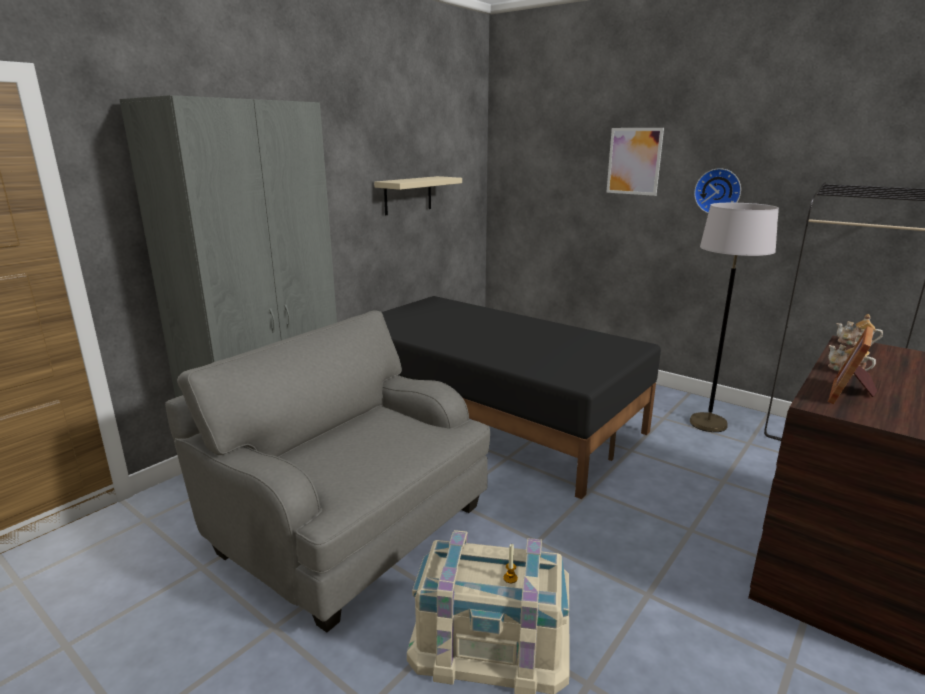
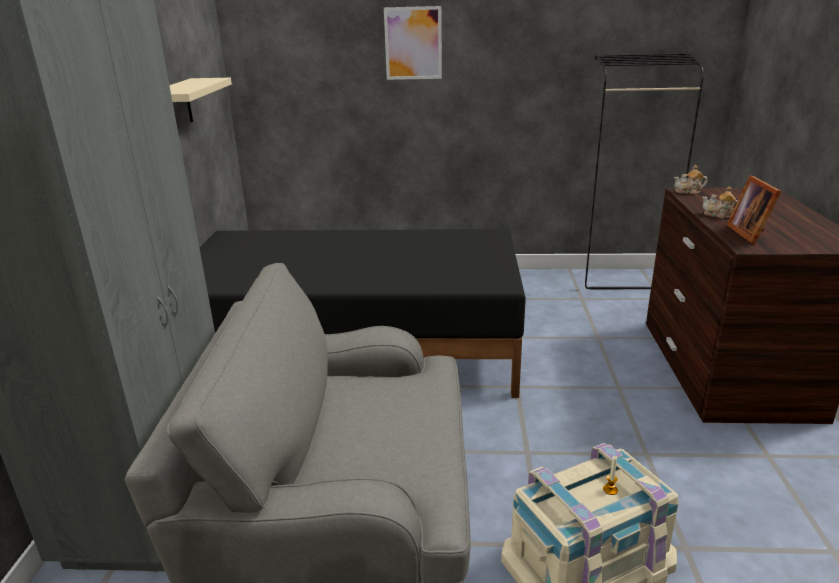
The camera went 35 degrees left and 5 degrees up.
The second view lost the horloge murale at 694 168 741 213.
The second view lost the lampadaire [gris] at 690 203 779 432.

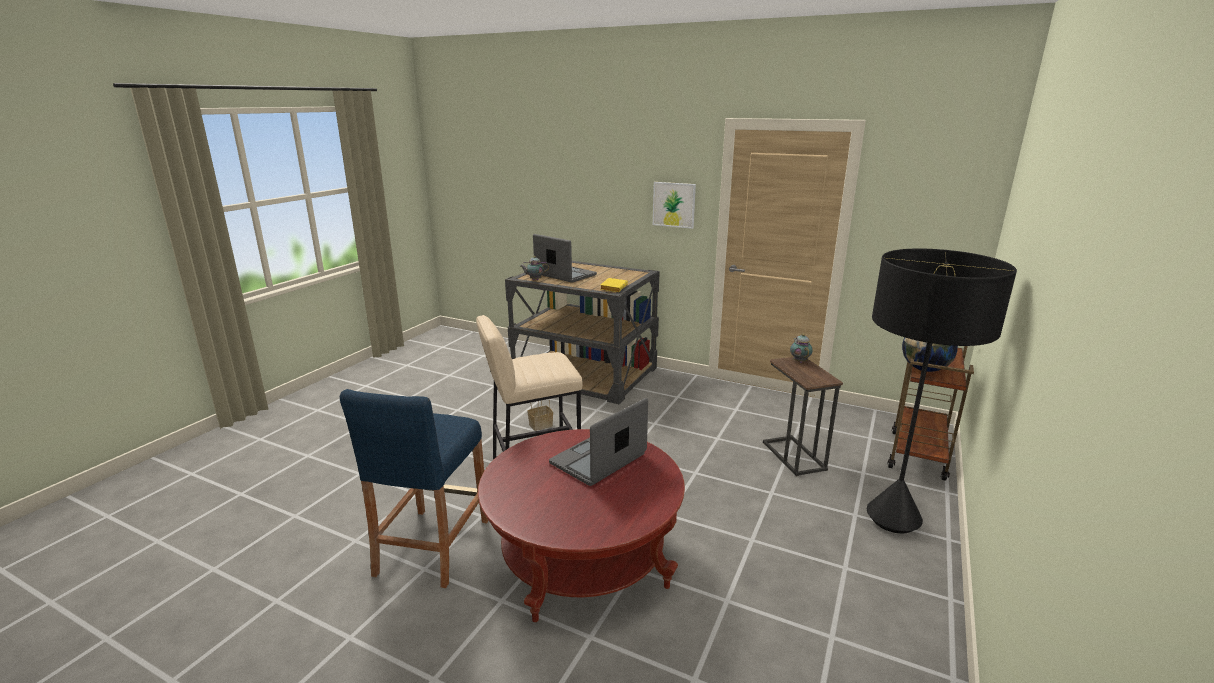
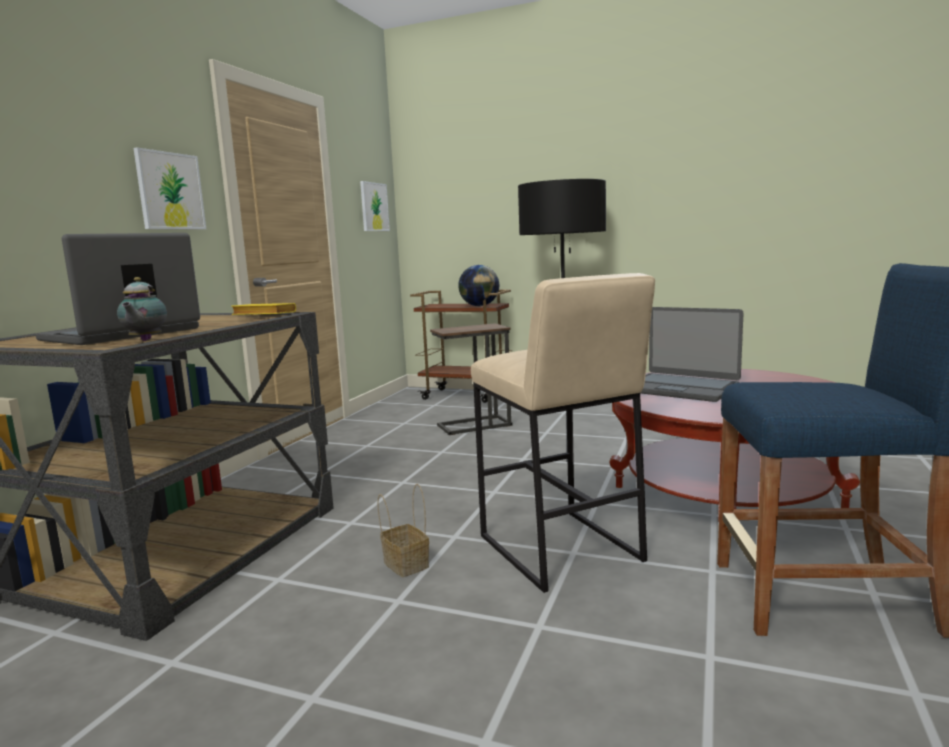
The camera went 95 degrees left and 10 degrees down.
The second view lost the théière at 790 334 813 363.
The second view gained the tableau at 360 181 390 231.

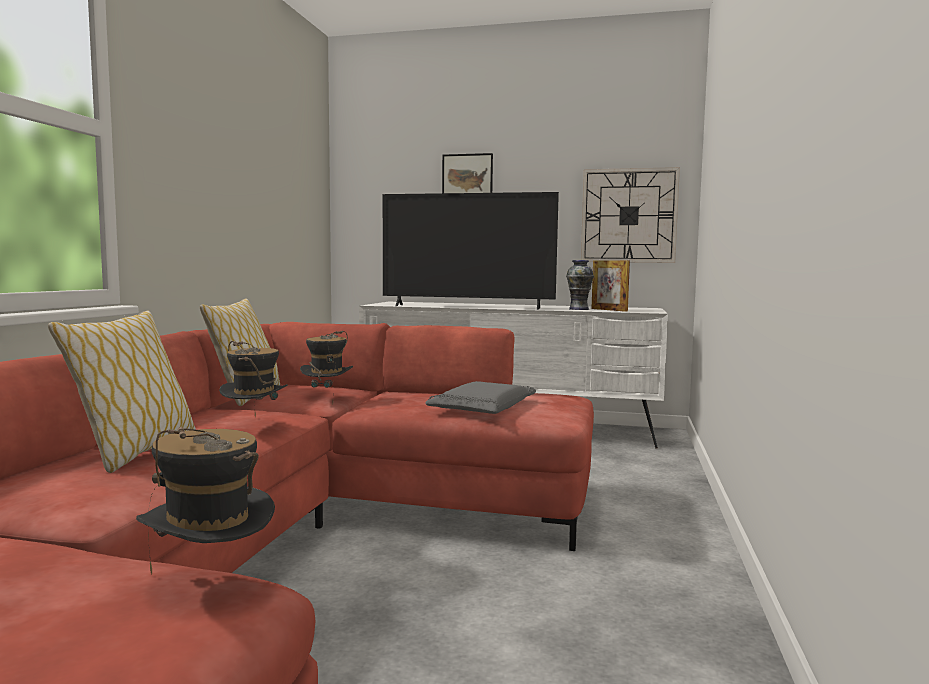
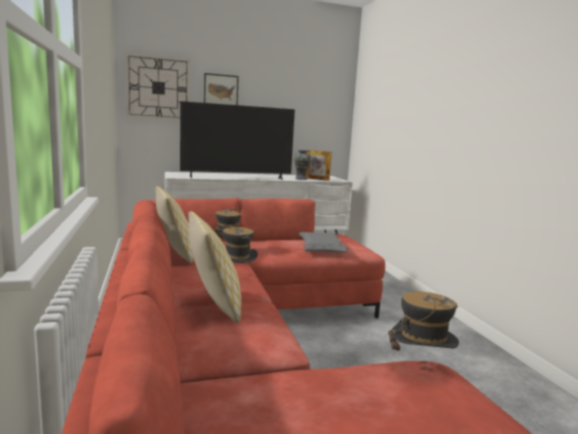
The camera went 30 degrees left and 5 degrees up.
The horloge murale ended up elsewhere, having gone from 581 167 680 263 to 126 53 190 120.

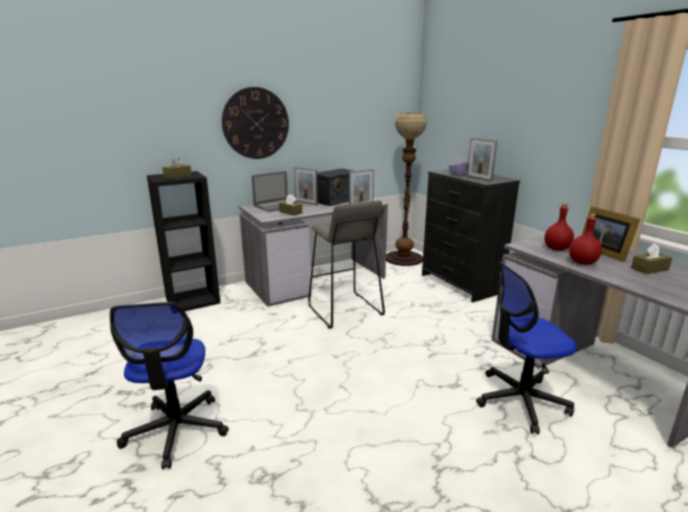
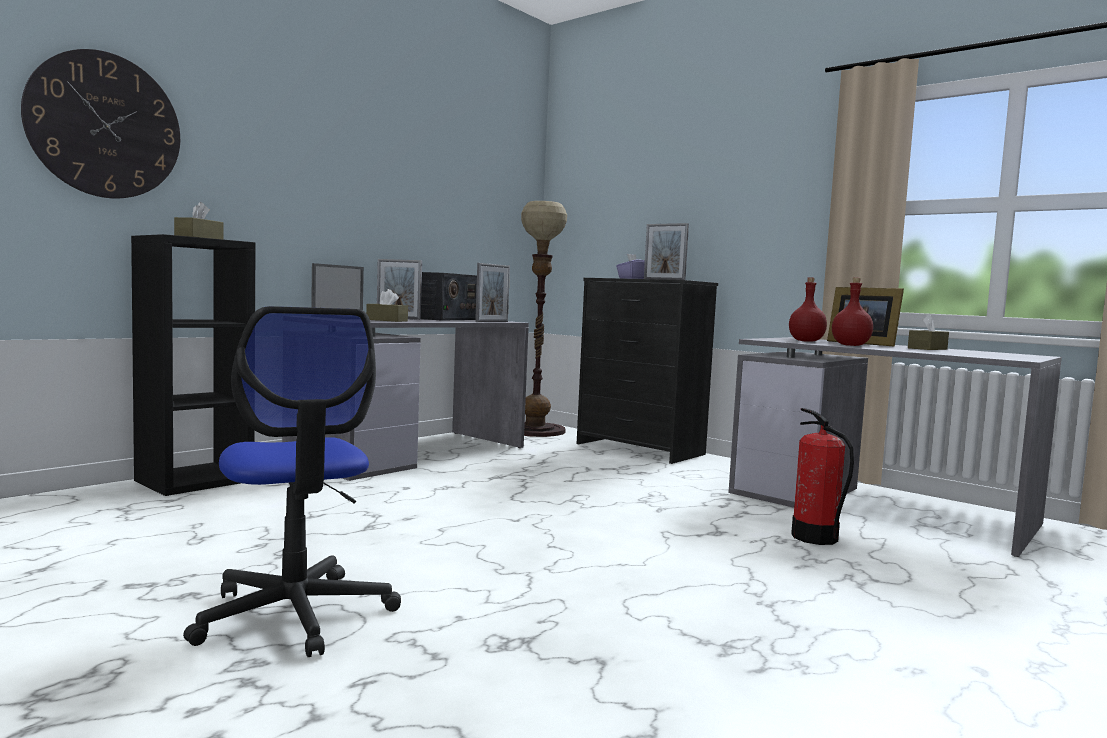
The camera went 20 degrees left and 15 degrees down.
The horloge murale ended up elsewhere, having gone from 222 87 289 159 to 21 49 180 199.
The second view lost the tabouret [gris] at 308 201 385 329.
Where the chaise de bureau stood at 476 261 577 434, the extincteur came to stand at 791 408 854 545.

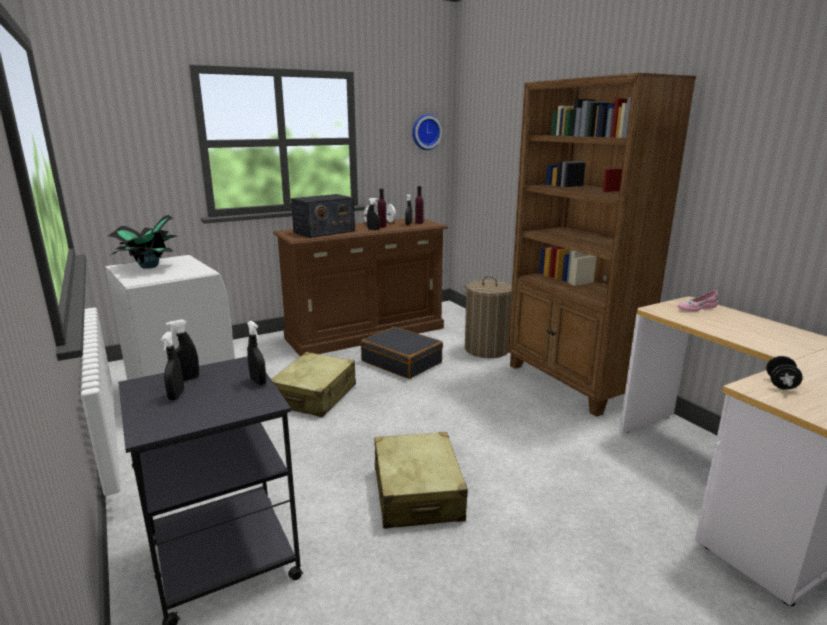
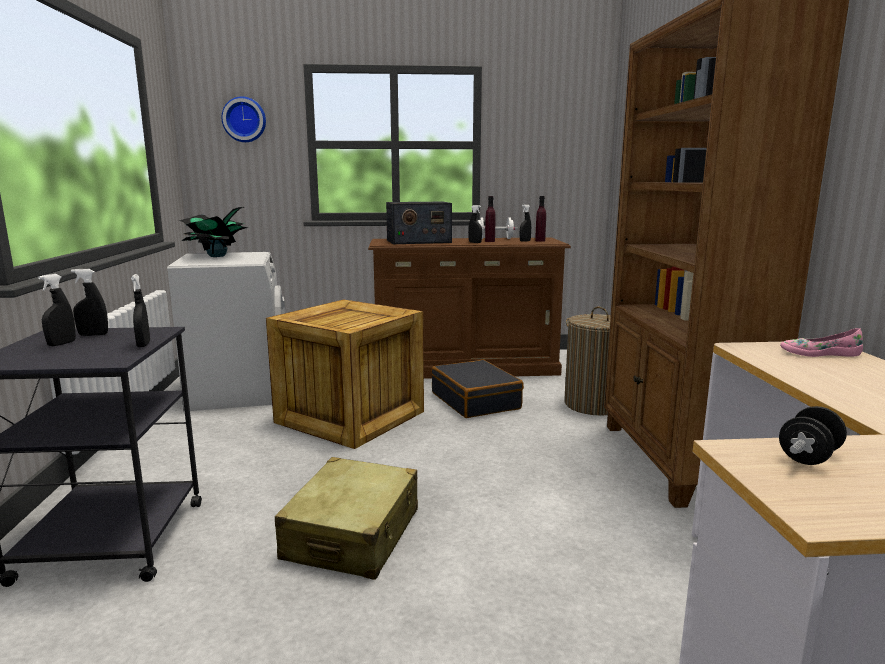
The camera went 25 degrees right and 5 degrees down.
The horloge murale ended up elsewhere, having gone from 412 114 442 150 to 221 96 266 142.
Where the valise [beige] stood at 271 352 356 417, the caisse came to stand at 266 299 424 449.

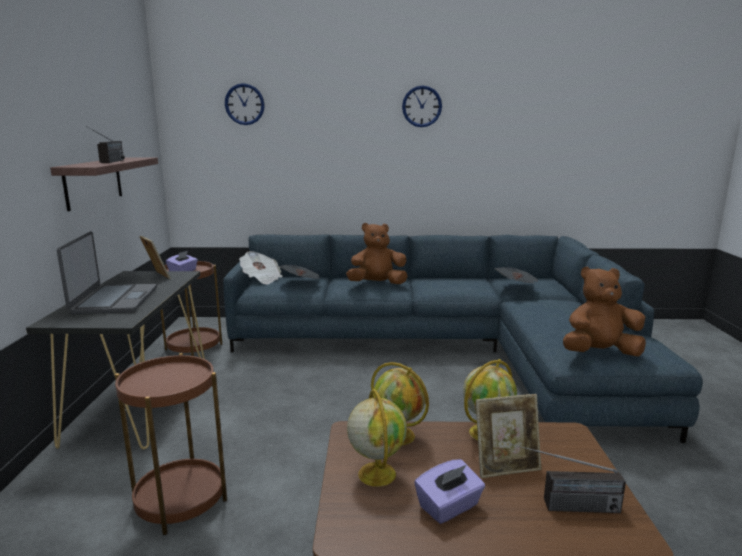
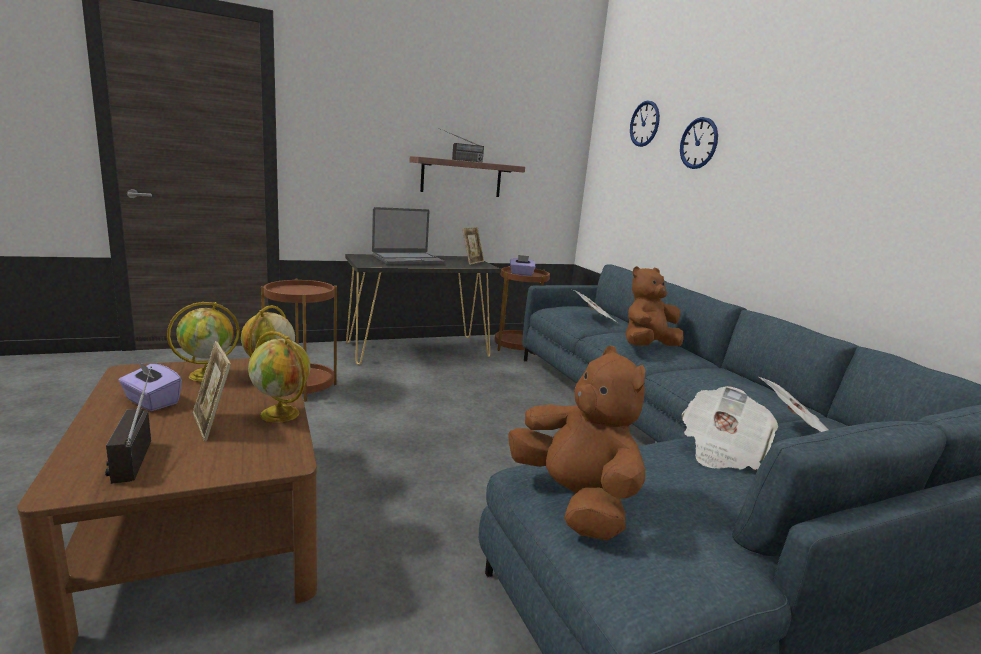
The camera went 65 degrees right and 0 degrees up.
The horloge murale ended up elsewhere, having gone from 402 85 442 127 to 680 117 718 169.
The peluche [marron] at 346 223 408 284 ended up facing another way, 90 degrees counterclockwise from before.
The journal ended up elsewhere, having gone from 239 251 282 284 to 681 386 778 470.

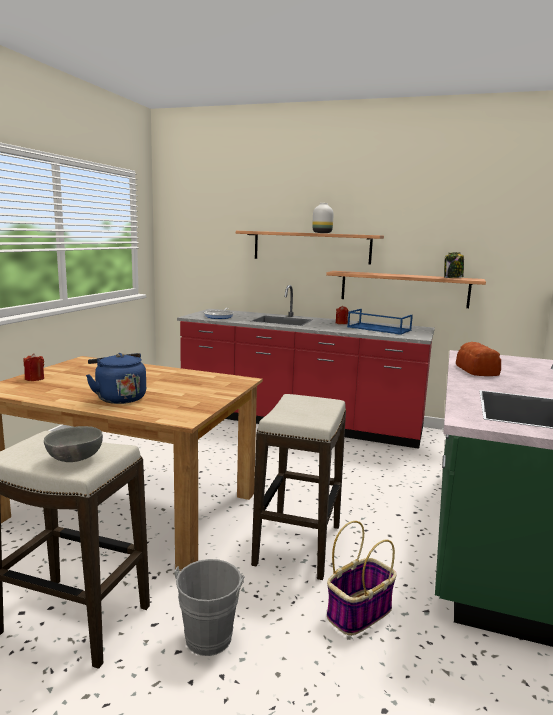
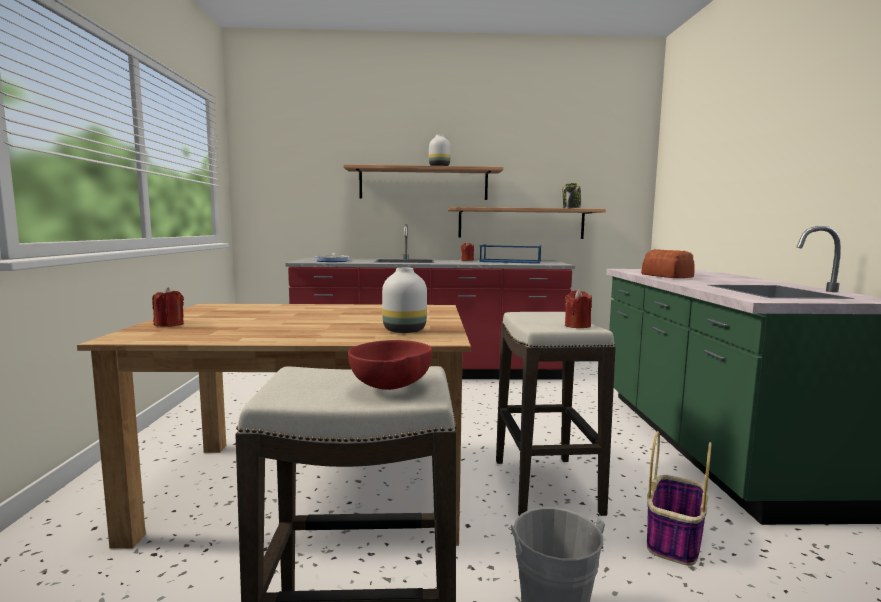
The camera went 20 degrees left and 5 degrees down.
The second view lost the bouilloire [bleu] at 86 353 146 404.
What was the bol [gris] at 44 426 103 462 turned into the bol [rouge] at 348 340 432 390.
The second view gained the vase [blanc] at 382 268 427 333.
The second view gained the bougie [rouge] at 565 289 592 328.

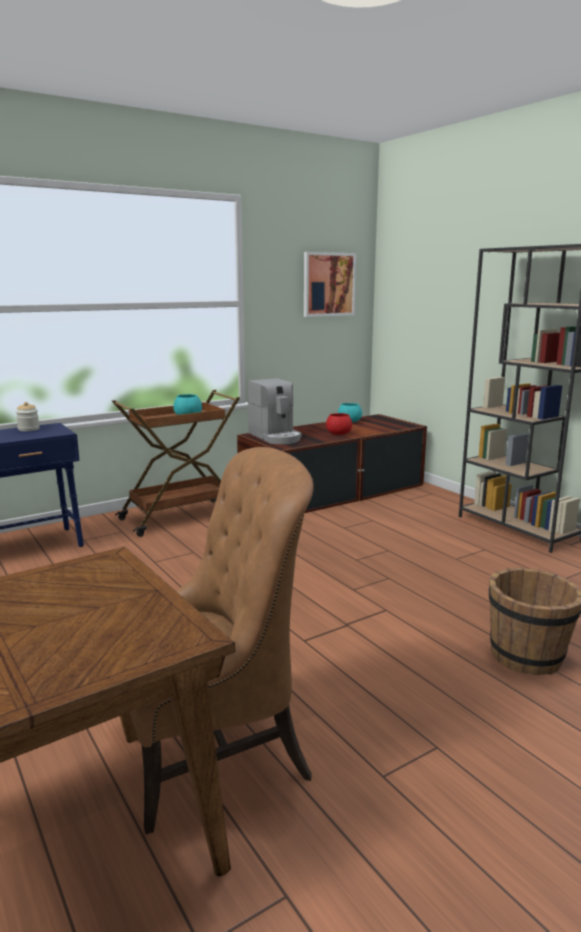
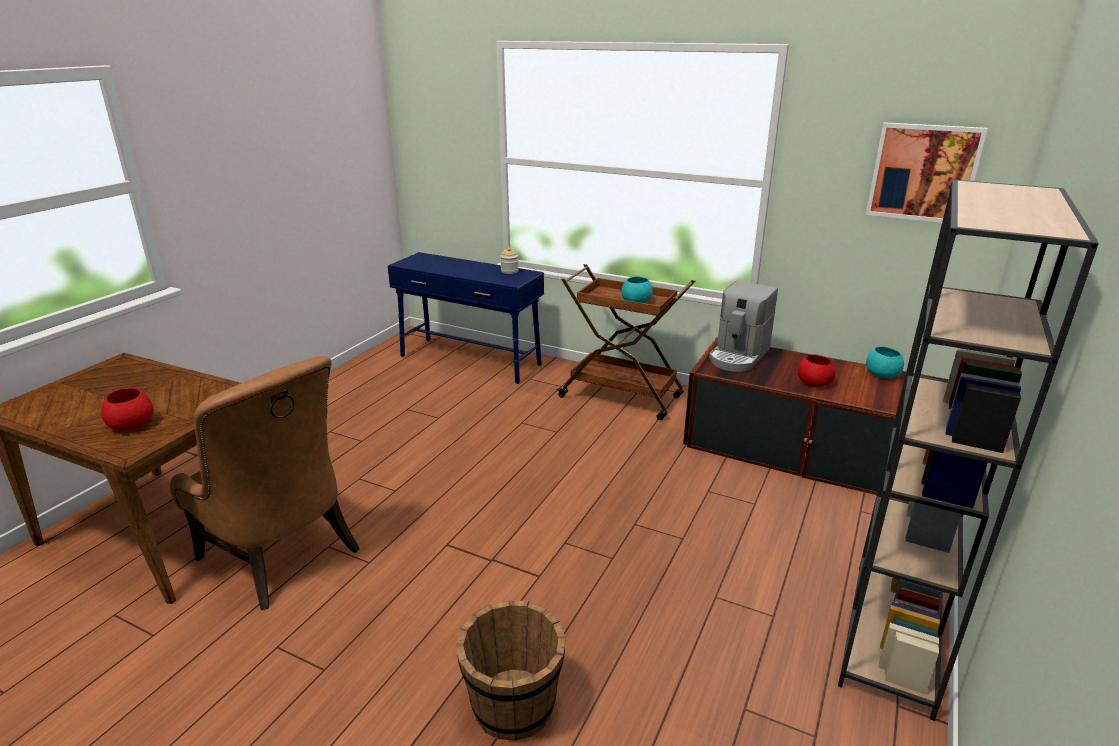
The camera went 60 degrees right and 10 degrees up.
The second view gained the bol [rouge] at 101 388 154 431.

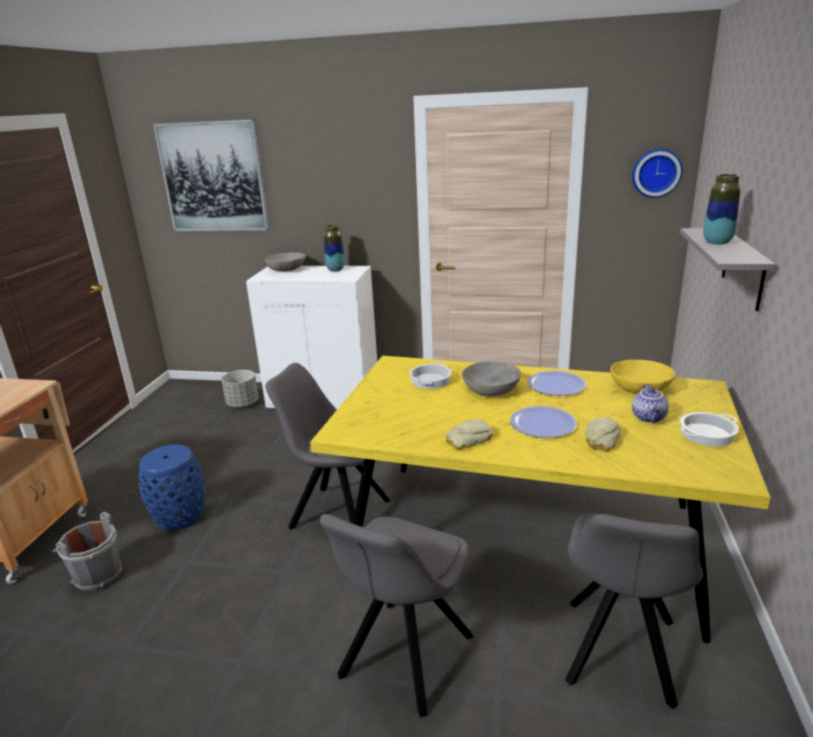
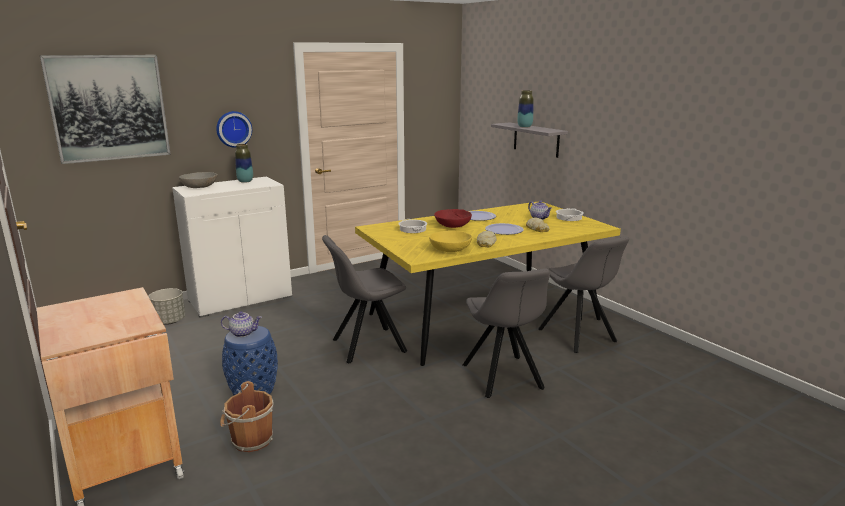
The camera went 45 degrees left and 5 degrees down.
The horloge murale ended up elsewhere, having gone from 632 149 683 198 to 216 111 252 147.
The bol [jaune] ended up elsewhere, having gone from 610 360 675 393 to 429 231 472 252.
What was the bol [gris] at 462 361 521 396 turned into the bol [rouge] at 434 209 472 228.
What was the seau [gris] at 53 512 122 591 turned into the seau [marron] at 220 381 274 452.
The second view gained the théière at 221 311 262 337.

